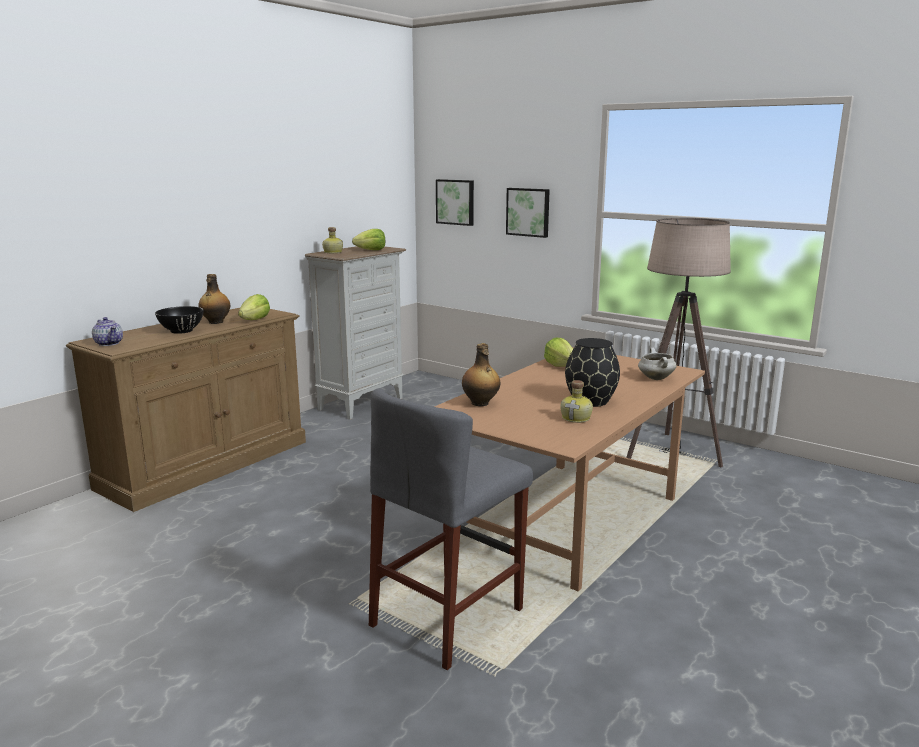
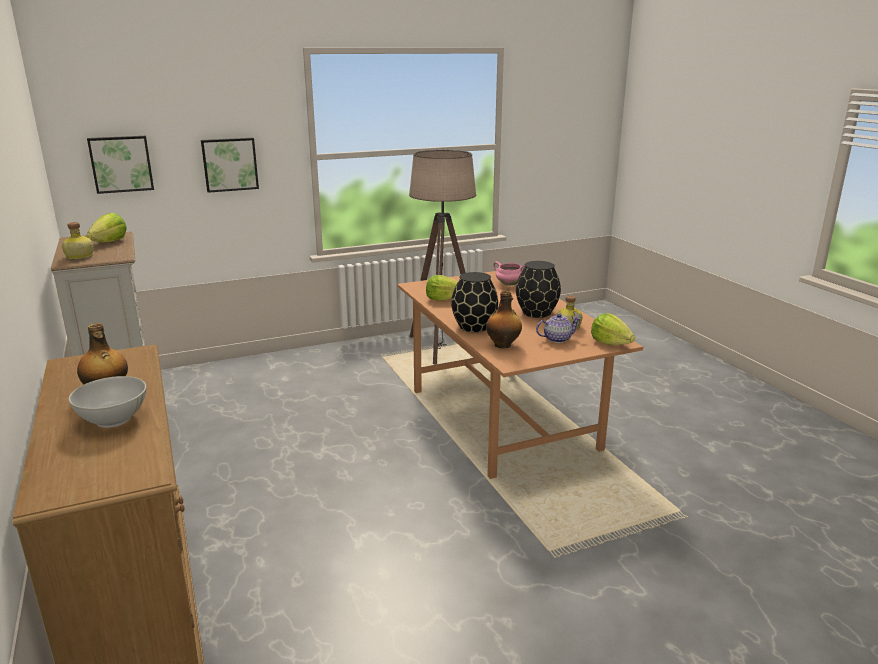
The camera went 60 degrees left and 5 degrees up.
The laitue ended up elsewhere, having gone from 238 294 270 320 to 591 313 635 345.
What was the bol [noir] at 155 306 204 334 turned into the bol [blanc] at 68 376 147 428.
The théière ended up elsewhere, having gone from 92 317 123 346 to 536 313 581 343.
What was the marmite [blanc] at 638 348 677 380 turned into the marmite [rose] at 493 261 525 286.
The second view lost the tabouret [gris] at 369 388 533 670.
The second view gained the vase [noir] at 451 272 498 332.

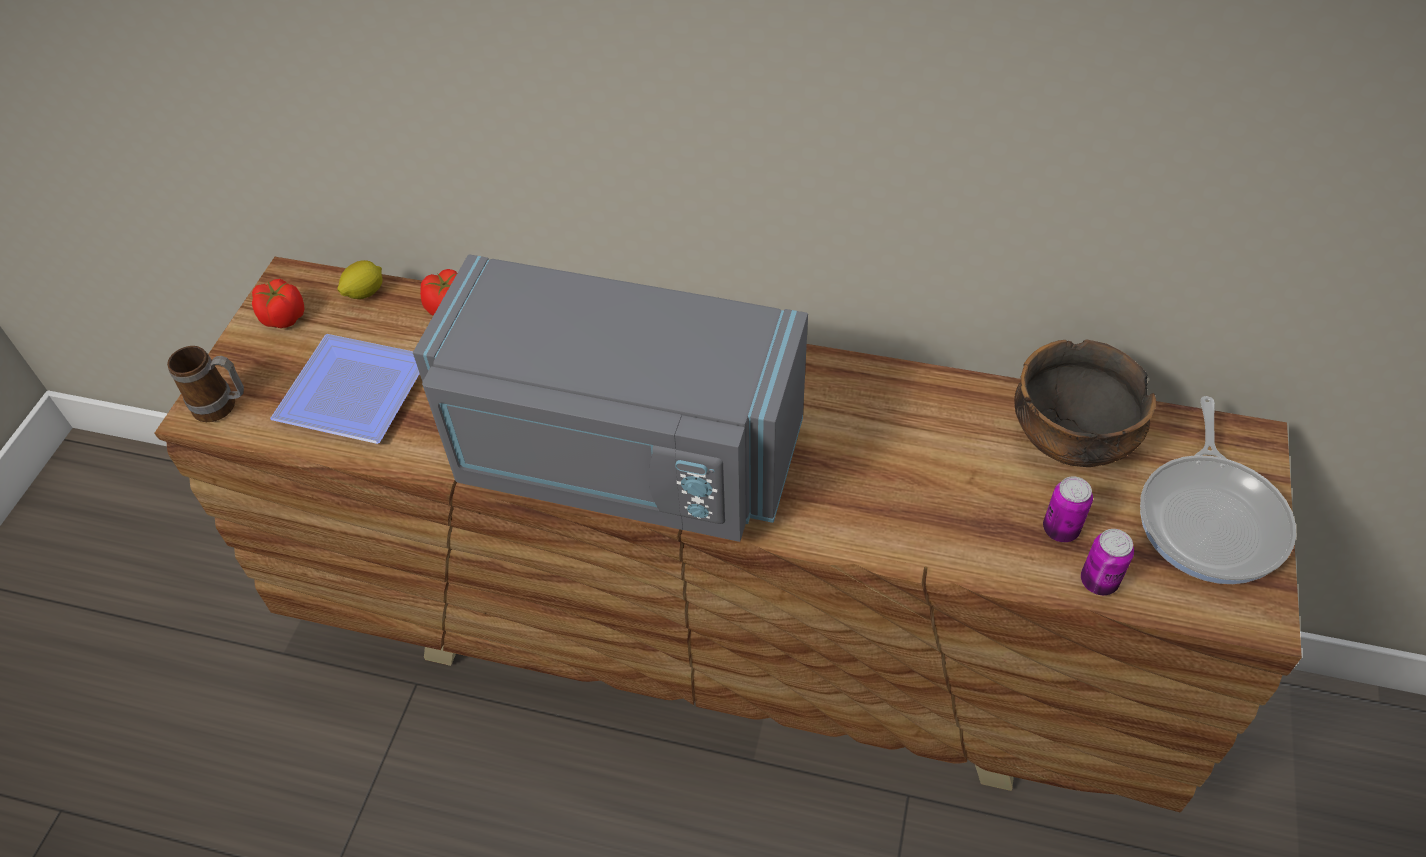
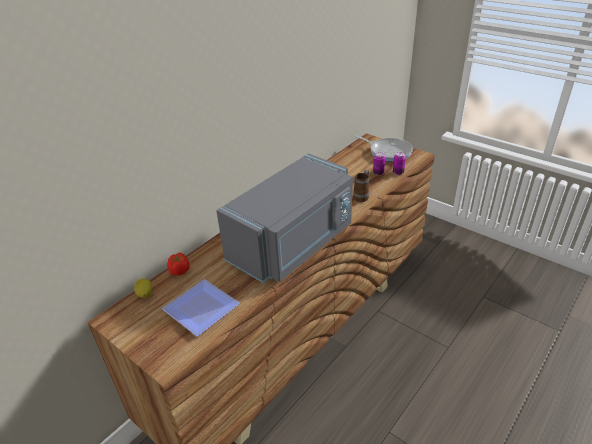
The camera went 65 degrees left and 15 degrees down.
The second view lost the tomate at 252 279 304 328.
The second view lost the bol at 1014 339 1156 467.
The mug ended up elsewhere, having gone from 167 346 244 422 to 353 170 369 202.

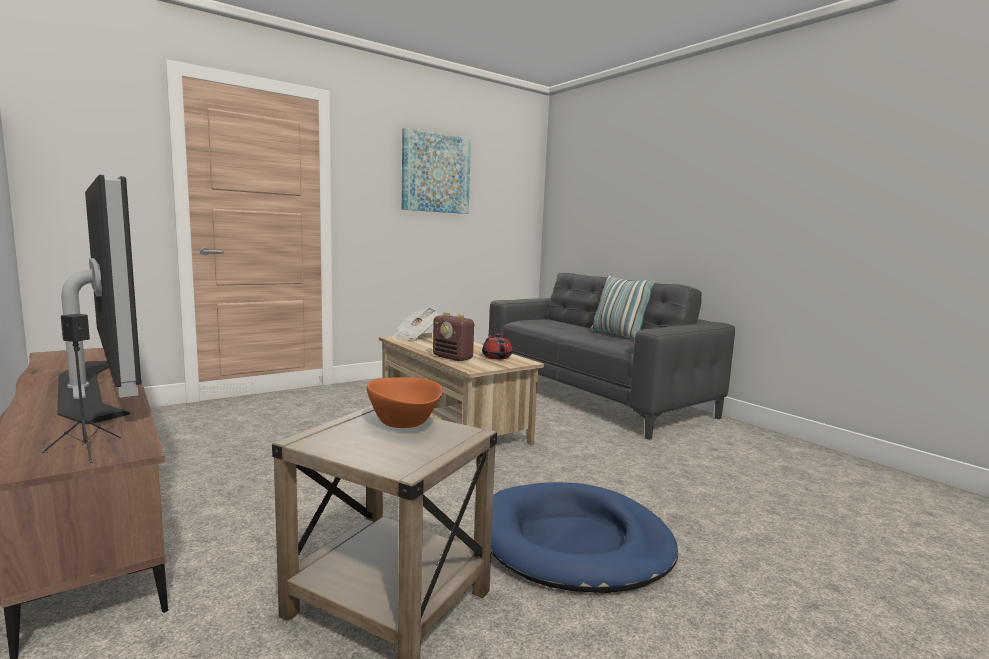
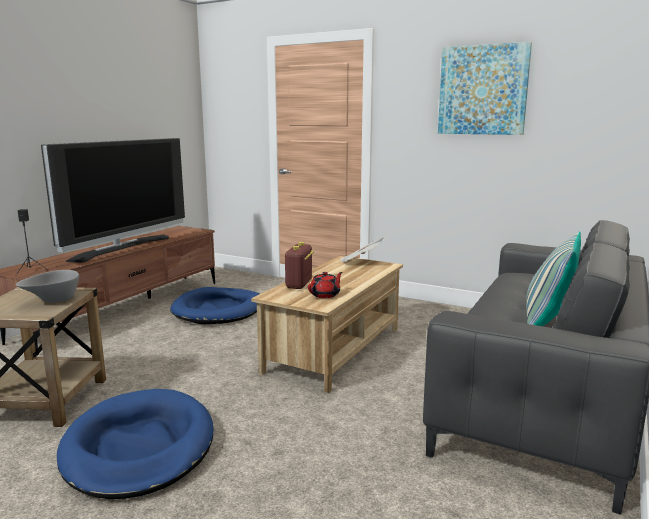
The camera went 65 degrees right and 5 degrees up.
What was the bol [orange] at 367 377 443 428 turned into the bol [gris] at 16 270 79 303.
The second view gained the panier pour chien [bleu] at 170 287 259 324.

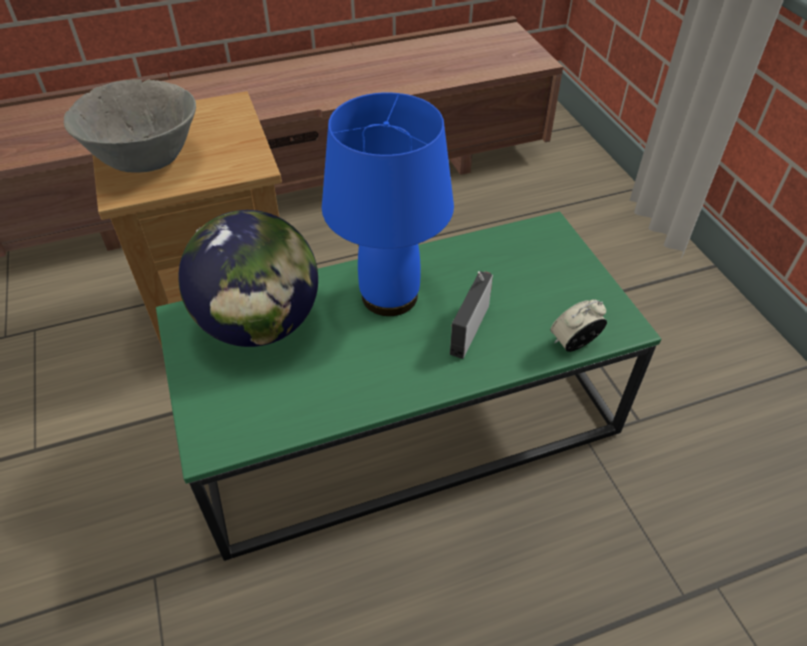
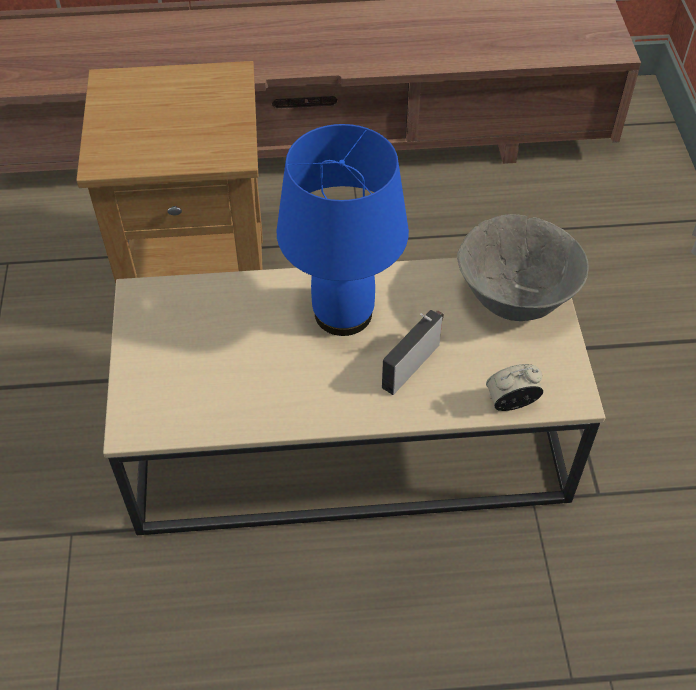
The camera went 15 degrees right and 5 degrees up.
The bol [gris] ended up elsewhere, having gone from 64 79 196 173 to 457 214 589 321.
The second view lost the globe at 178 210 318 347.
What was the table basse [vert] at 156 212 661 561 turned into the table basse [beige] at 103 258 605 535.

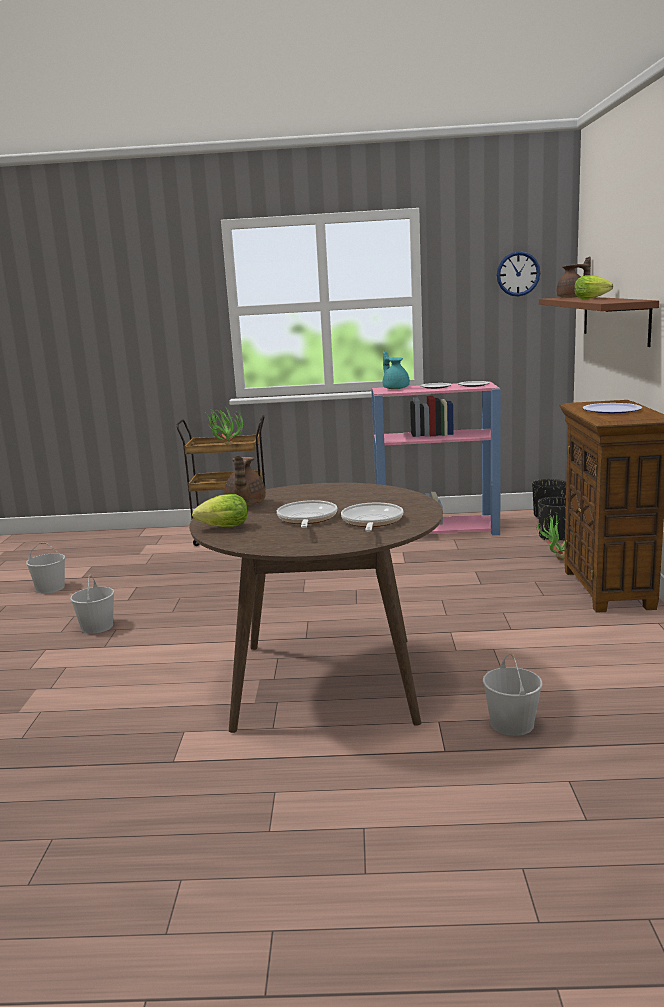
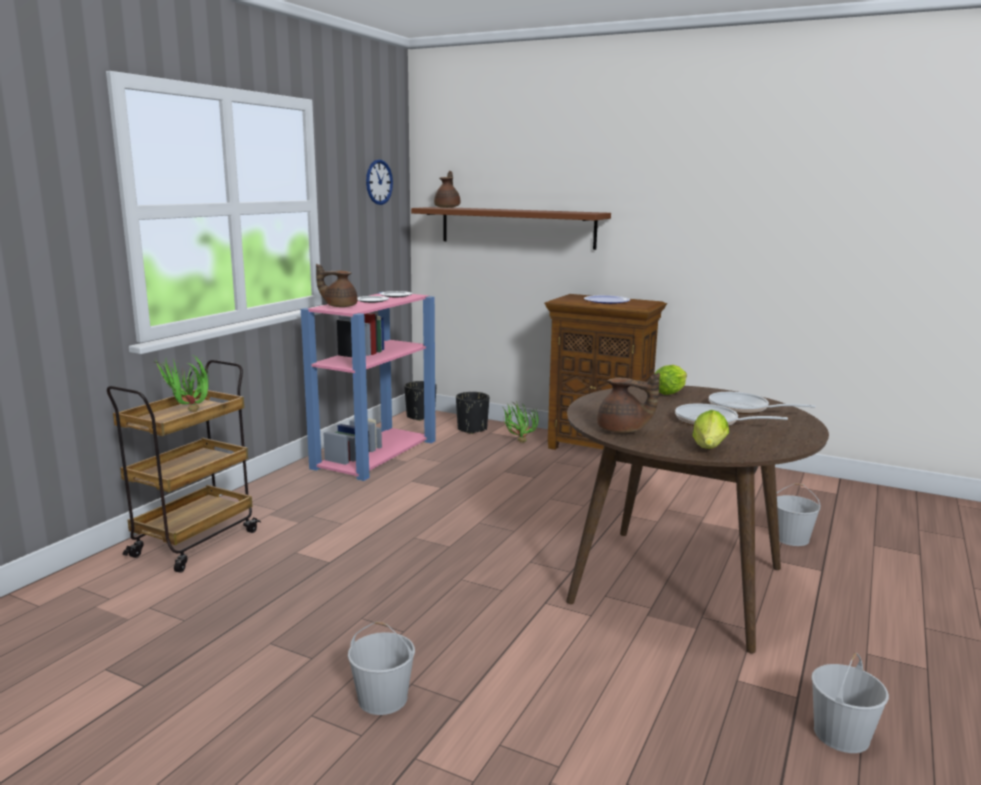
The camera went 65 degrees left and 0 degrees up.
The laitue ended up elsewhere, having gone from 574 275 613 299 to 655 365 687 395.
What was the théière [turquoise] at 383 351 410 389 turned into the théière [marron] at 316 264 357 307.
The seau [blanc] ended up elsewhere, having gone from 26 542 65 594 to 811 653 889 753.

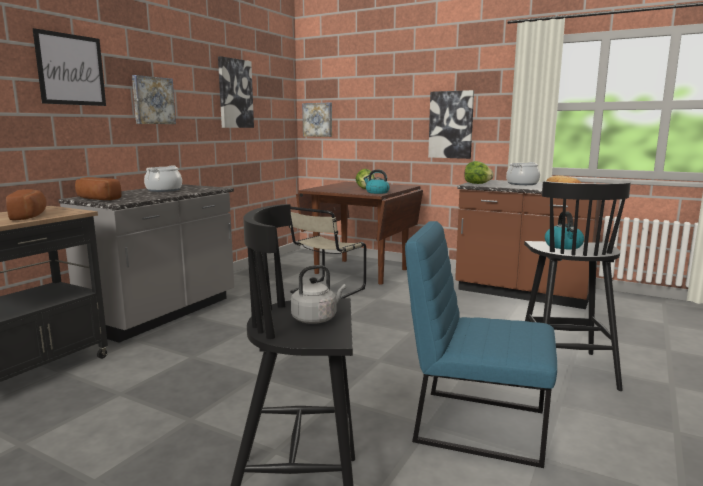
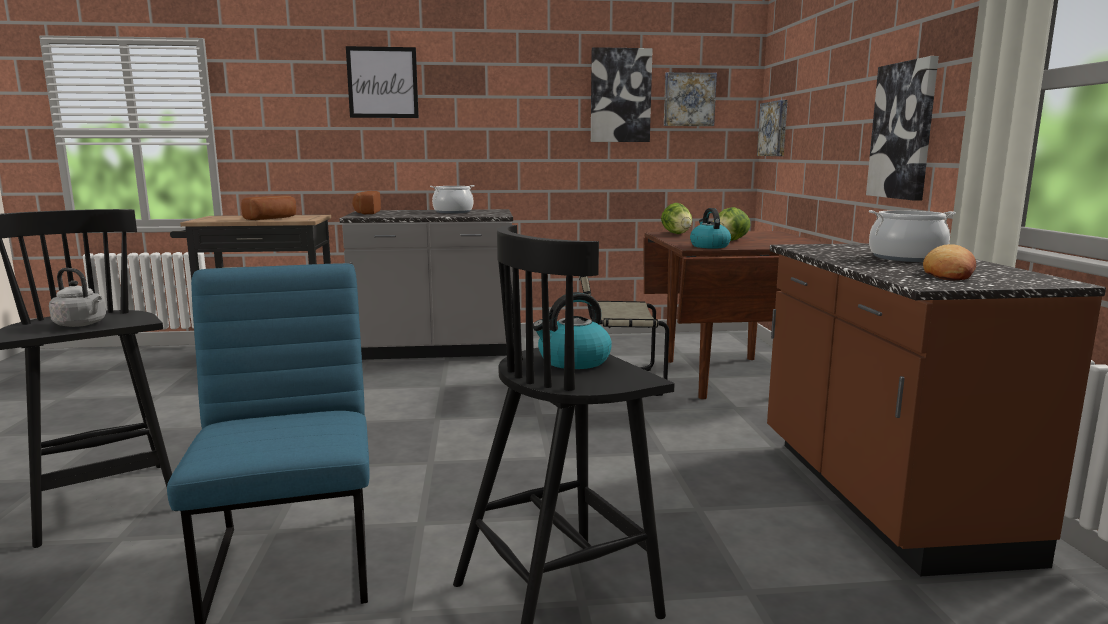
The camera went 55 degrees right and 0 degrees up.
The tableau ended up elsewhere, having gone from 132 75 176 124 to 664 72 717 126.
The laitue ended up elsewhere, having gone from 464 161 494 184 to 661 203 692 234.

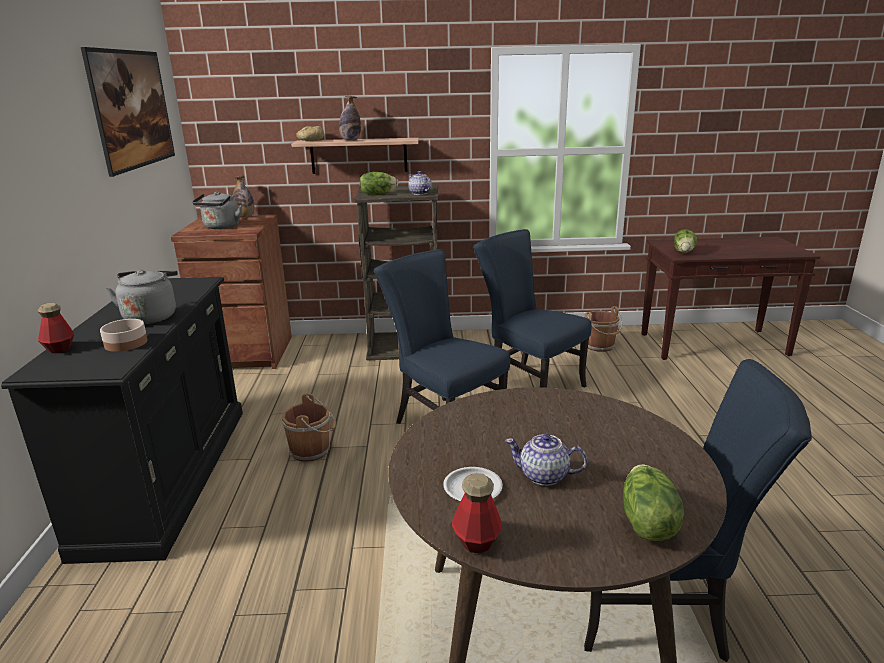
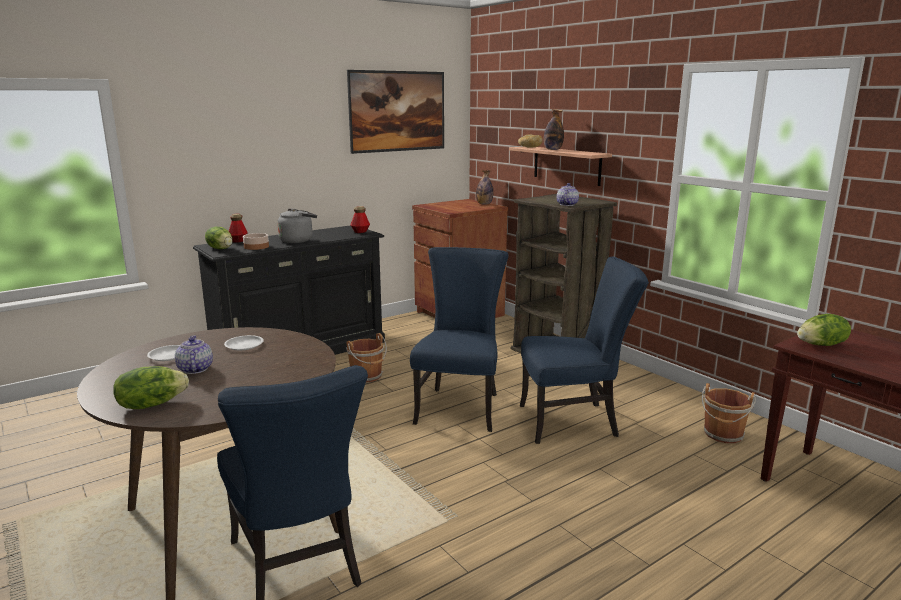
The camera went 55 degrees right and 5 degrees down.
The laitue ended up elsewhere, having gone from 359 172 398 195 to 205 227 233 249.
The second view lost the bouilloire [gris] at 192 192 242 229.
The chaise [bleu] at 473 229 592 388 ended up facing another way, 75 degrees clockwise from before.
The bouteille ended up elsewhere, having gone from 452 473 502 553 to 350 206 370 233.
The second view gained the assiette [blanc] at 224 335 264 350.

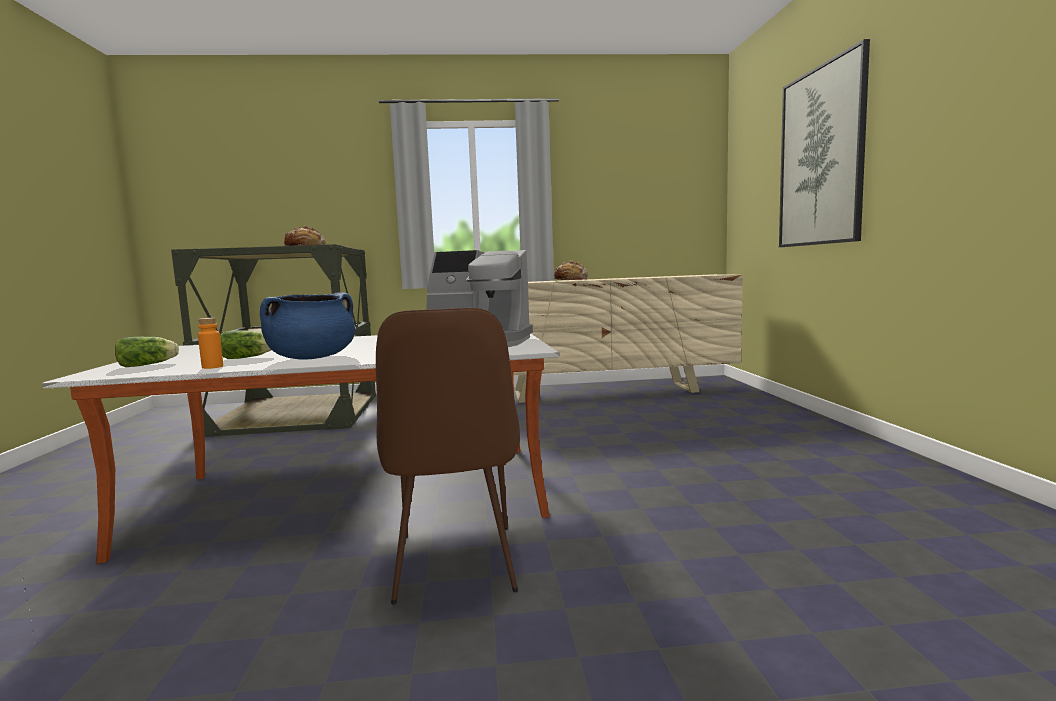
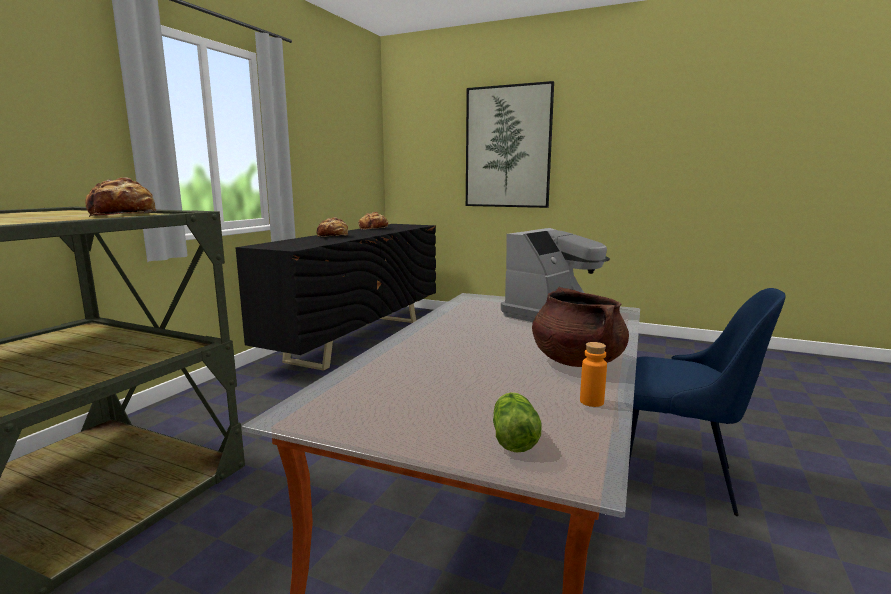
The camera went 60 degrees left and 5 degrees up.
What was the meuble de rangement [beige] at 513 274 743 403 turned into the meuble de rangement [noir] at 235 224 436 371.
What was the marmite [bleu] at 260 292 355 359 turned into the marmite [marron] at 532 287 629 367.
What was the chaise [marron] at 376 308 520 605 turned into the chaise [bleu] at 629 288 786 516.
The second view lost the laitue at 220 330 271 359.
The second view gained the pain at 358 212 388 230.

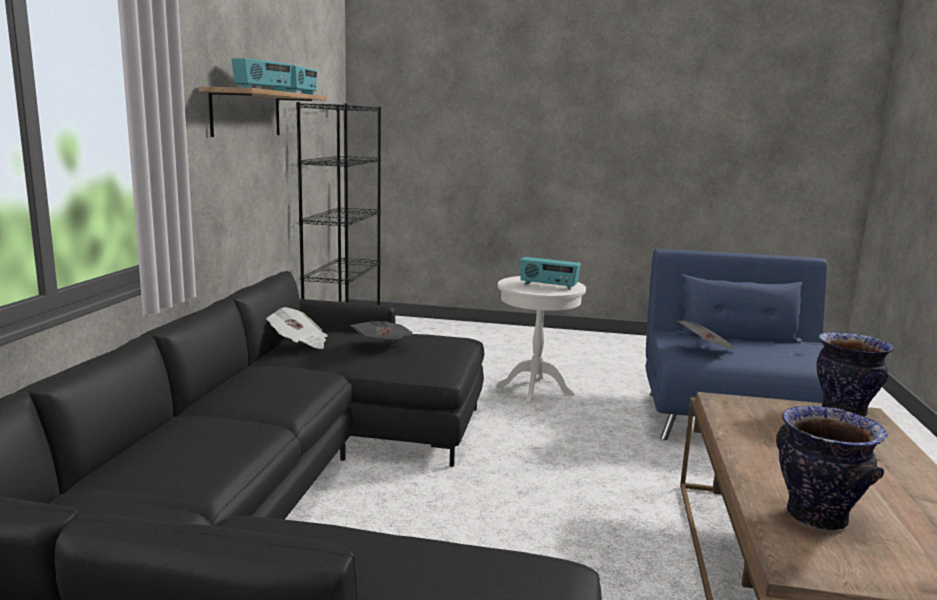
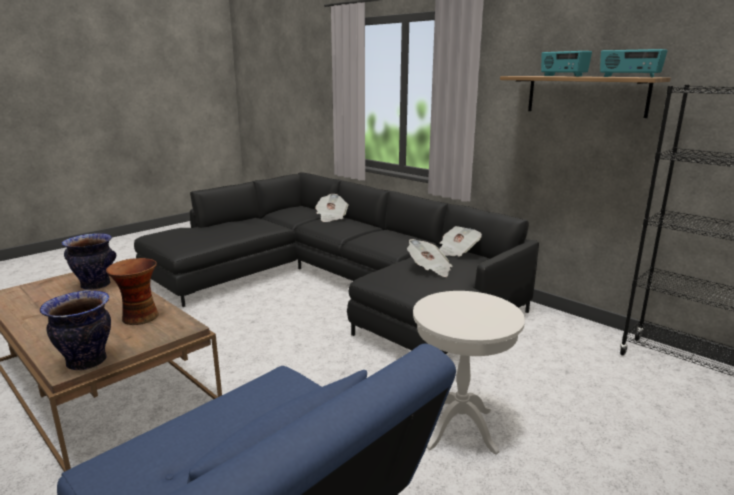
The camera went 125 degrees right and 5 degrees up.
The second view lost the radio at 520 257 581 290.
The journal ended up elsewhere, having gone from 677 321 736 350 to 315 194 348 222.
The second view gained the vase at 106 258 159 325.

